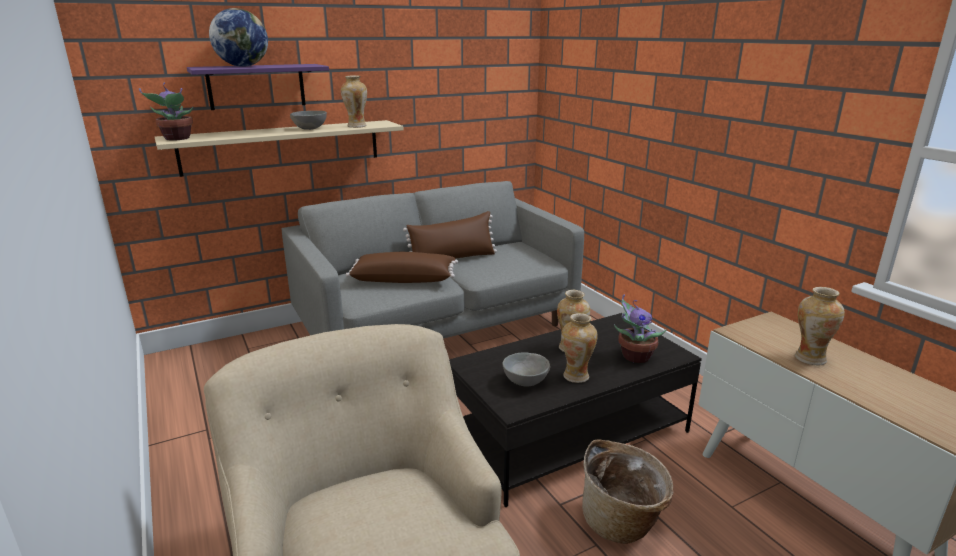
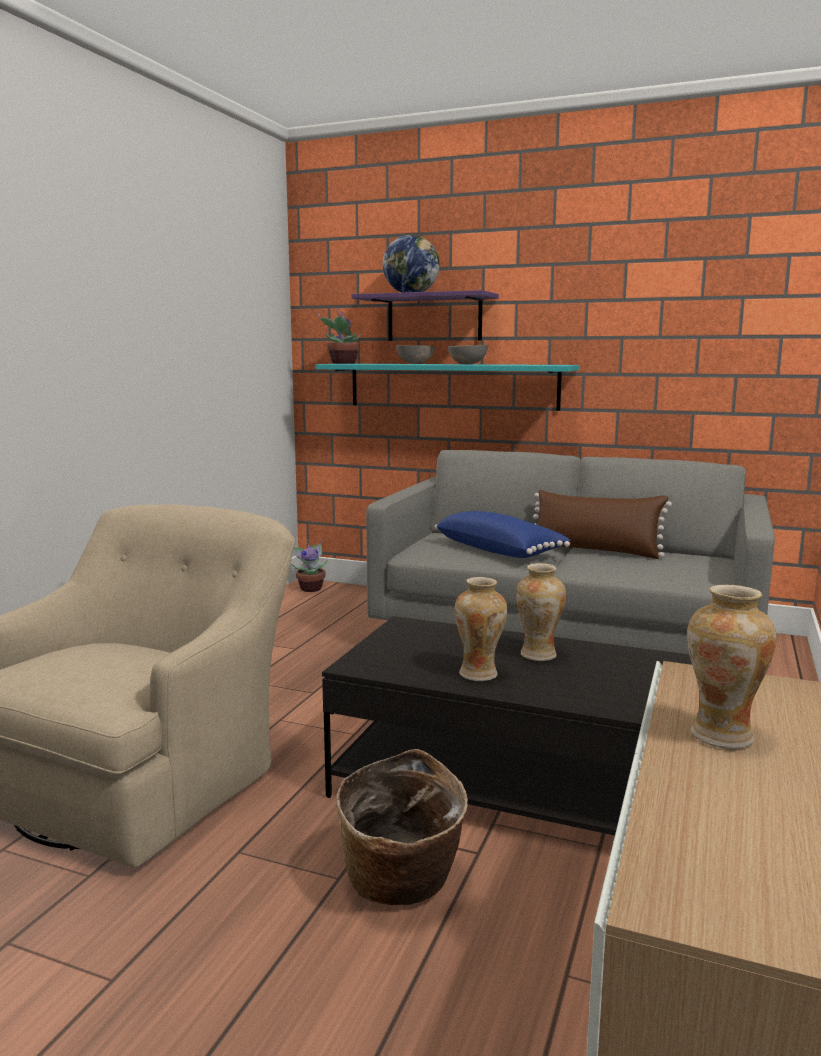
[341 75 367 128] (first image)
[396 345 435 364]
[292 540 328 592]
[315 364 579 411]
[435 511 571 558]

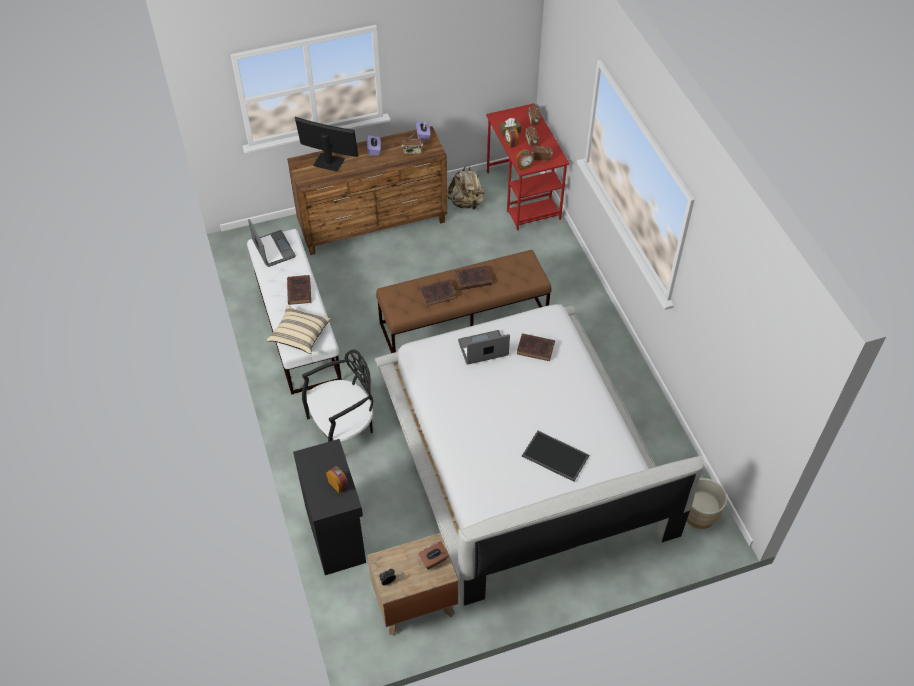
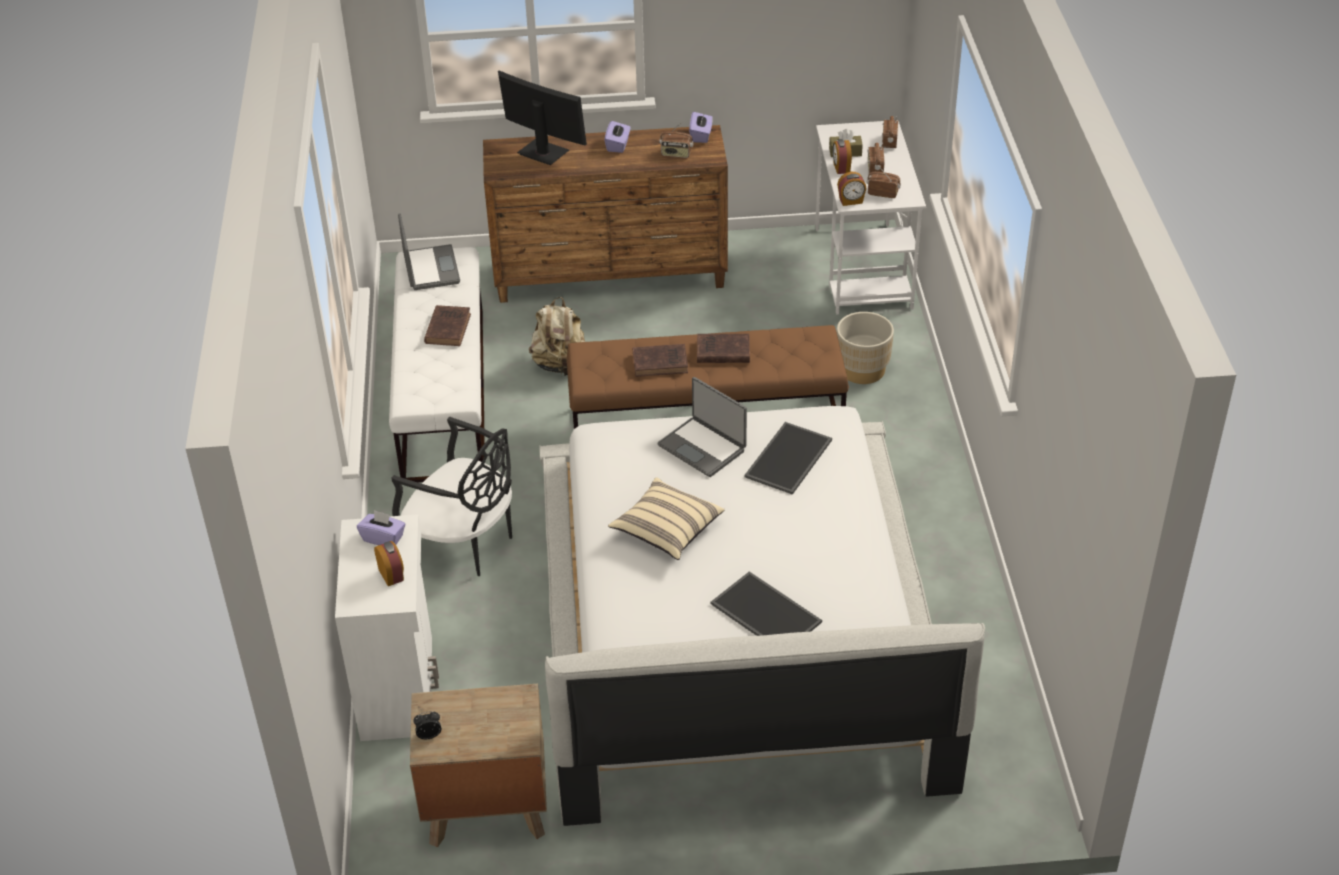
[418 541 449 569] (first image)
[357 510 405 545]
[608 477 725 560]
[529 297 585 376]
[837 312 894 384]
[744 422 832 495]
[335 515 439 741]
[815 121 926 315]
[391 417 512 576]
[658 377 747 477]

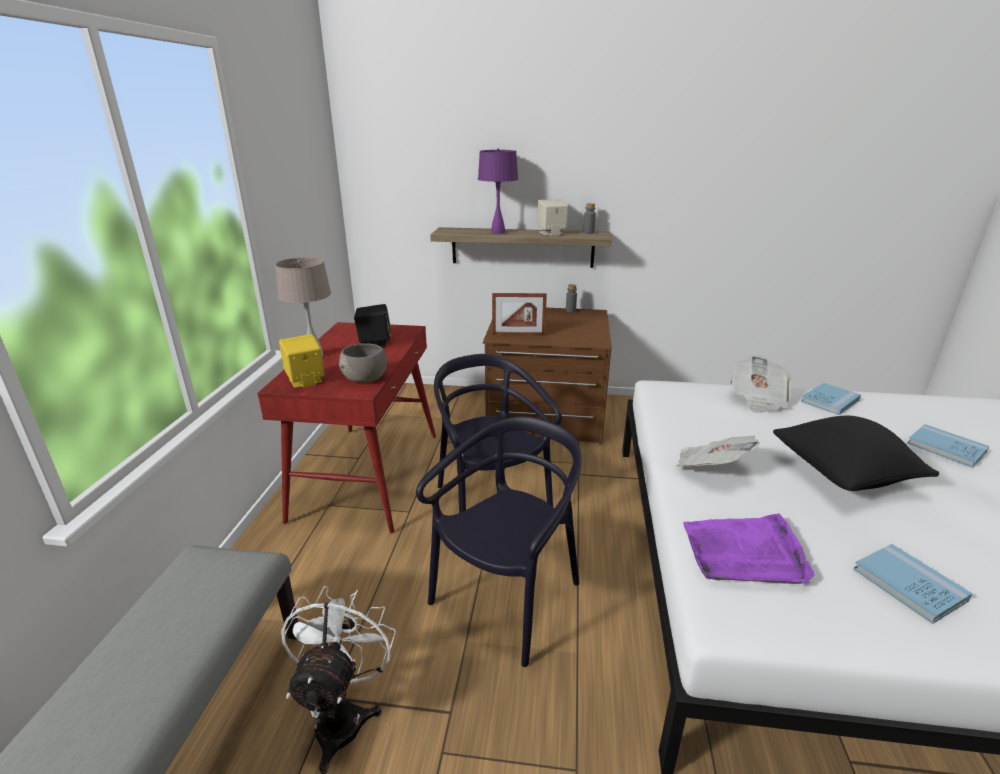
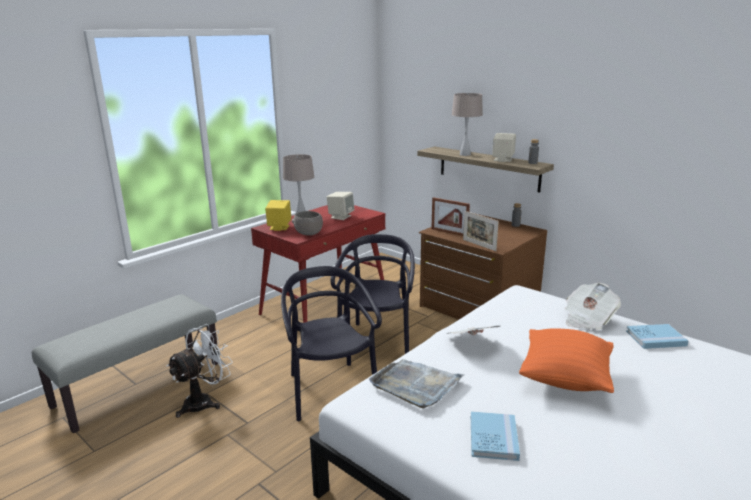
[907 424 989 468] (first image)
[463 211 499 251]
[327 192 354 220]
[452 93 483 156]
[369 359 465 409]
[519 328 614 393]
[281 266 382 421]

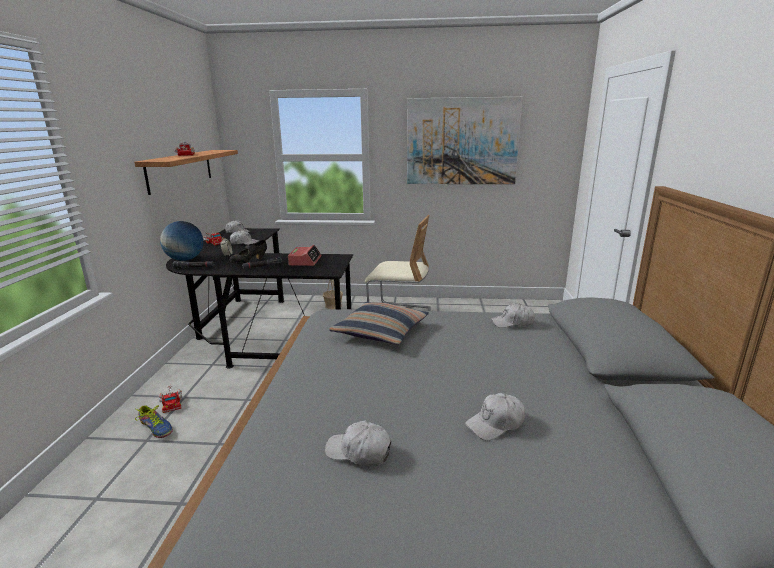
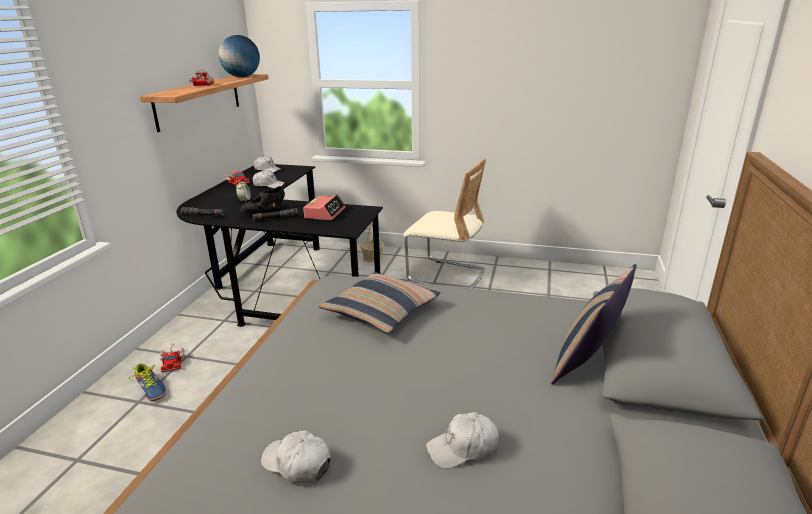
[407 97 523 184] (first image)
[491 303 535 328] (first image)
[551 264 637 385]
[219 35 260 77]

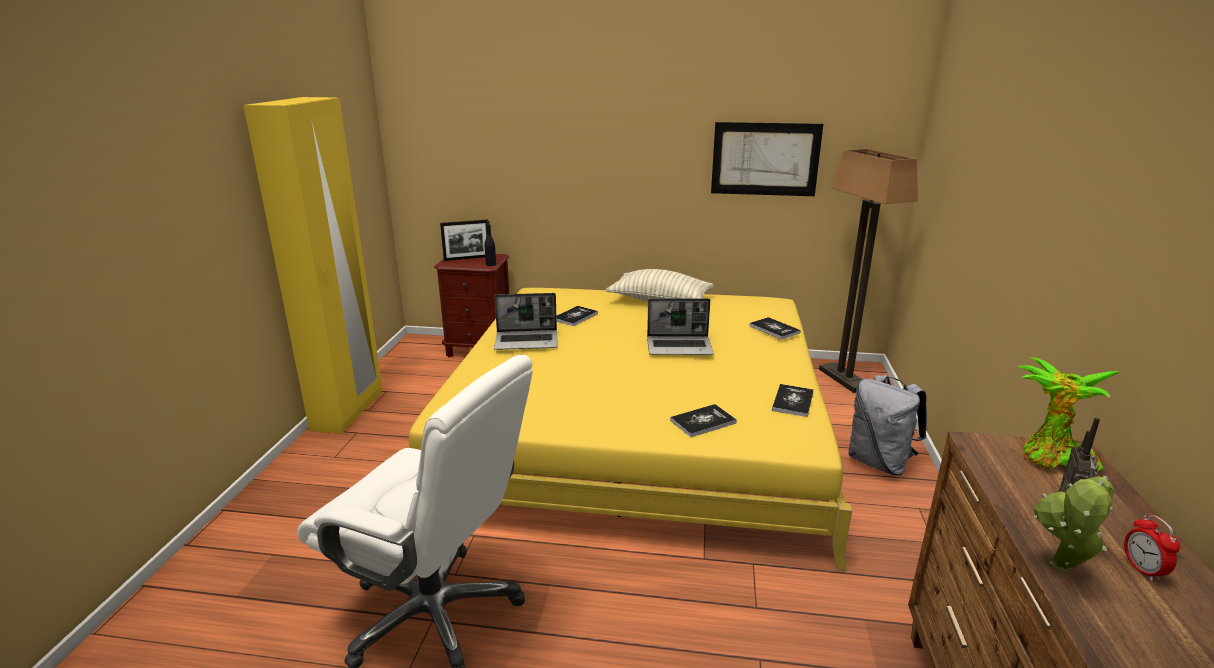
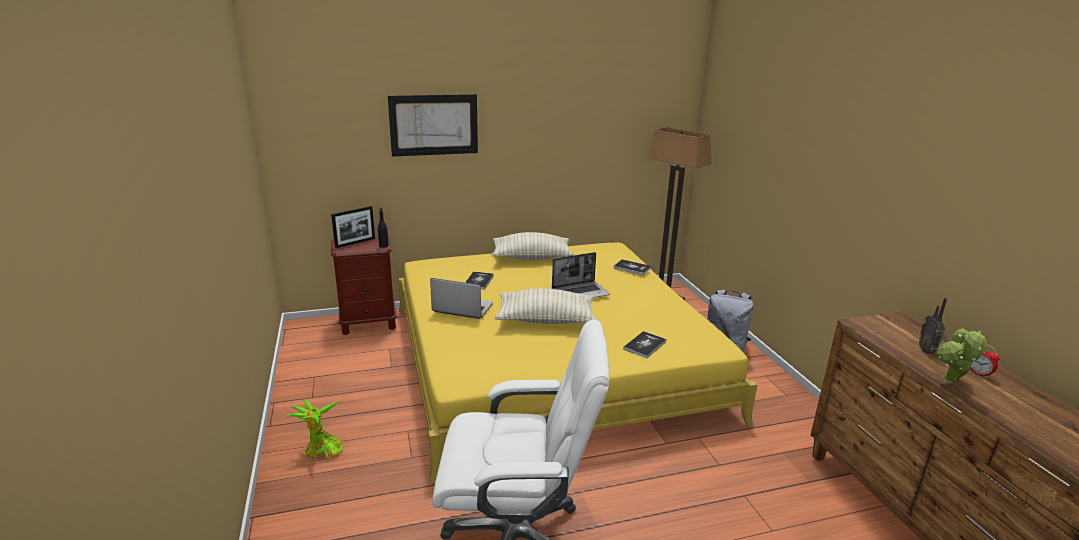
[243 97 382 434] (first image)
[772 384 814 417] (first image)
[495 288 597 324]
[388 94 478 157]
[286 399 343 459]
[430 278 493 319]

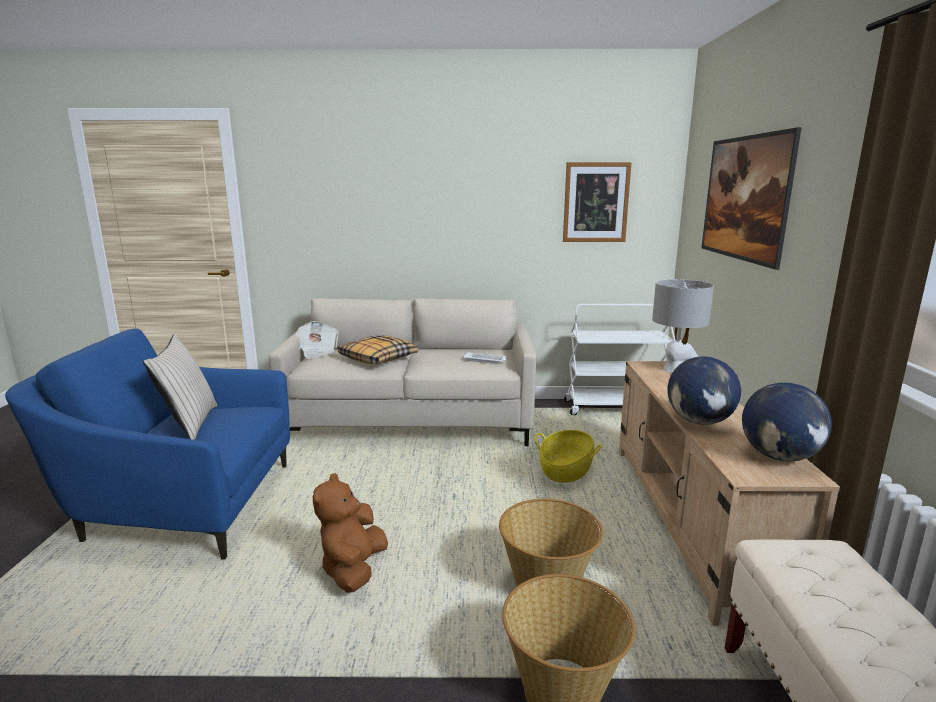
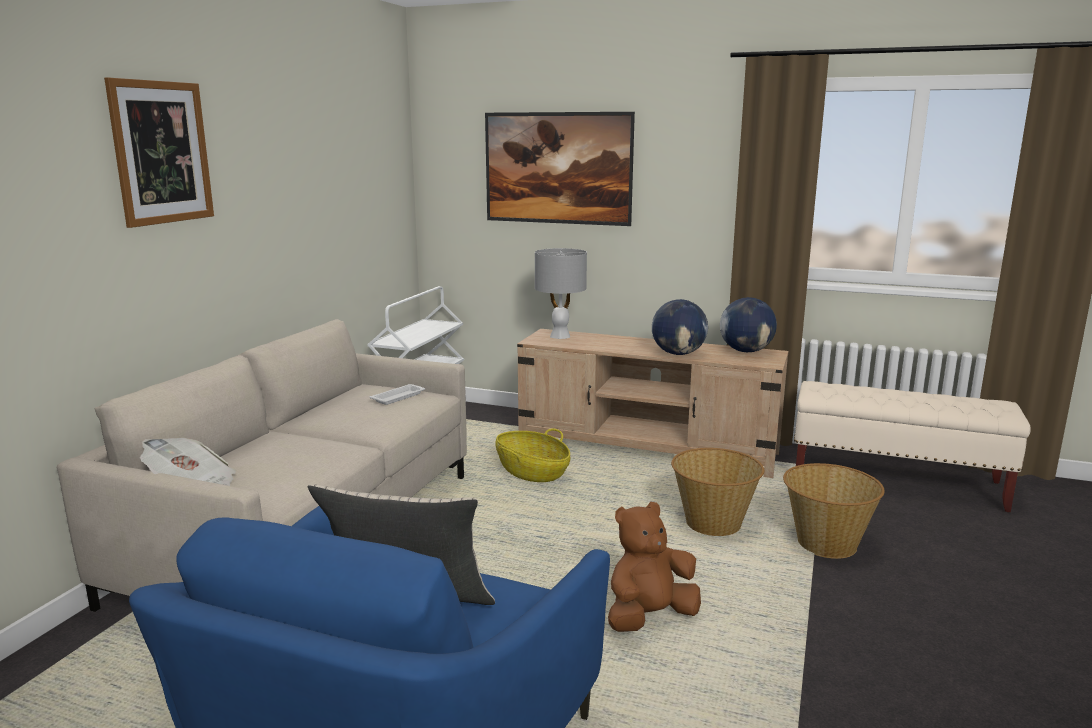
[338 336 418 364] (first image)
[104 77 214 228]
[608 502 701 632]

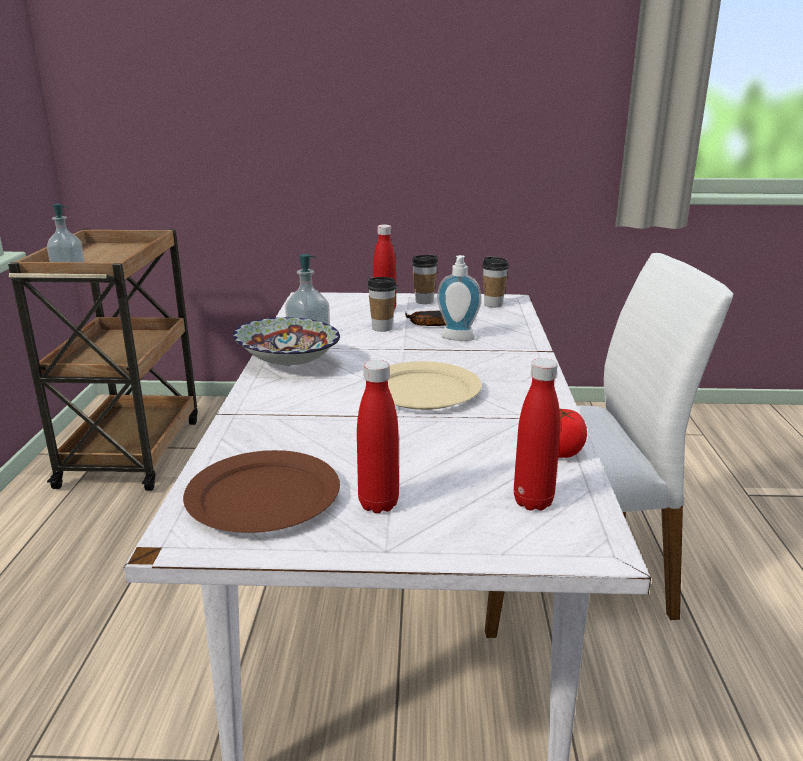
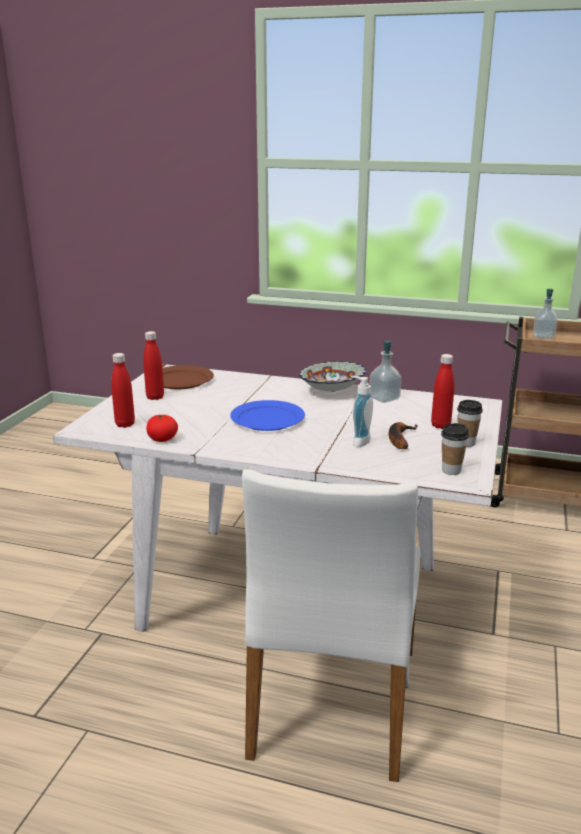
[367 277 397 332] (first image)
[230 400 305 431]

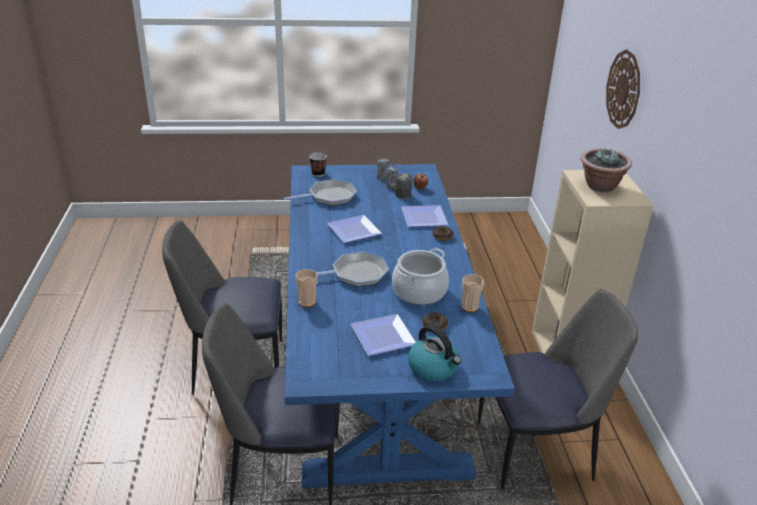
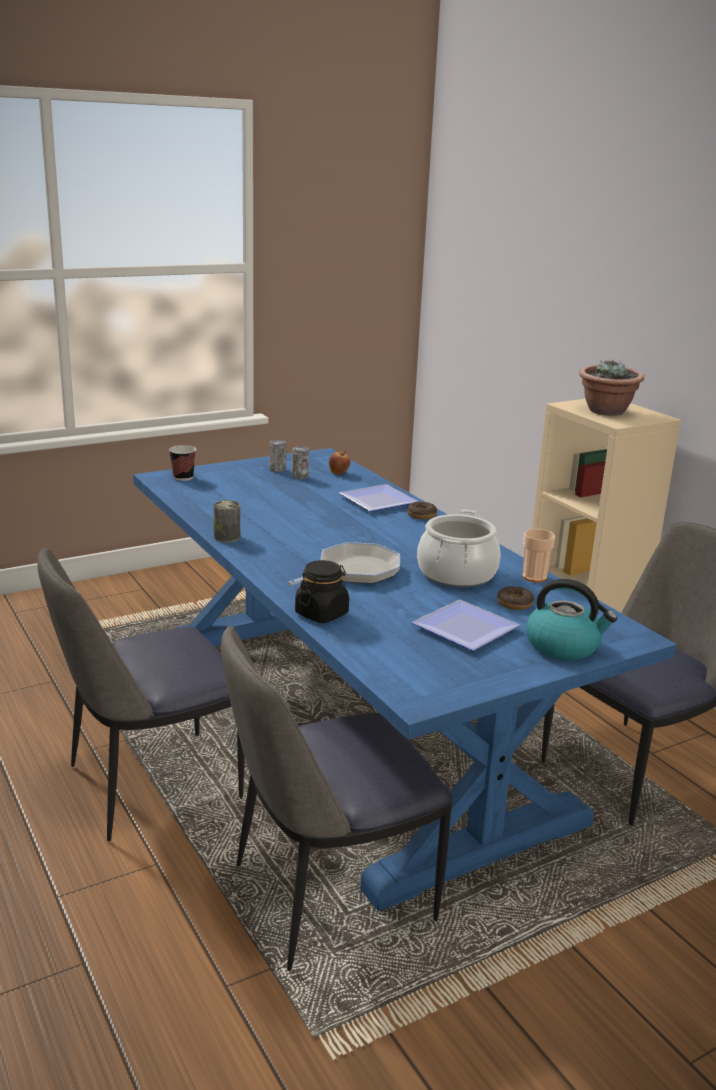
[284 179 357 206] (first image)
[327 215 382 243] (first image)
[606 49 640 129] (first image)
[213 500 240 543]
[295 560 349 623]

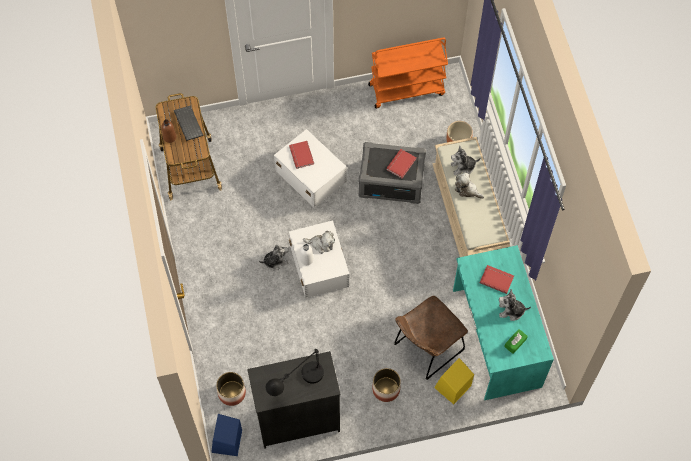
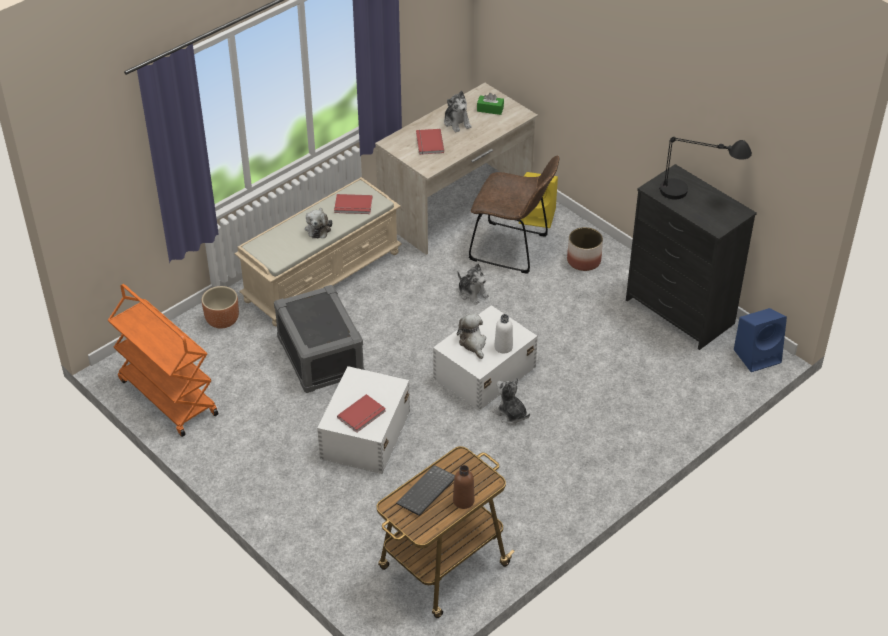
[216 372 246 406] (first image)
[334 194 372 214]
[458 263 489 305]
[375 83 538 255]

